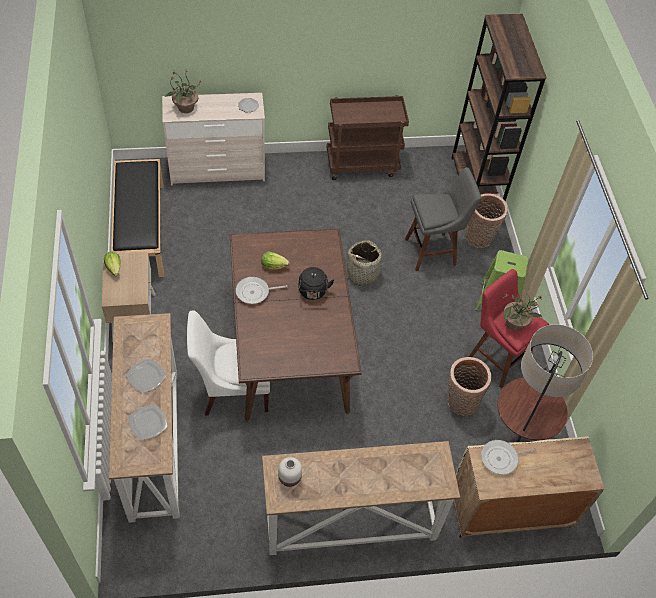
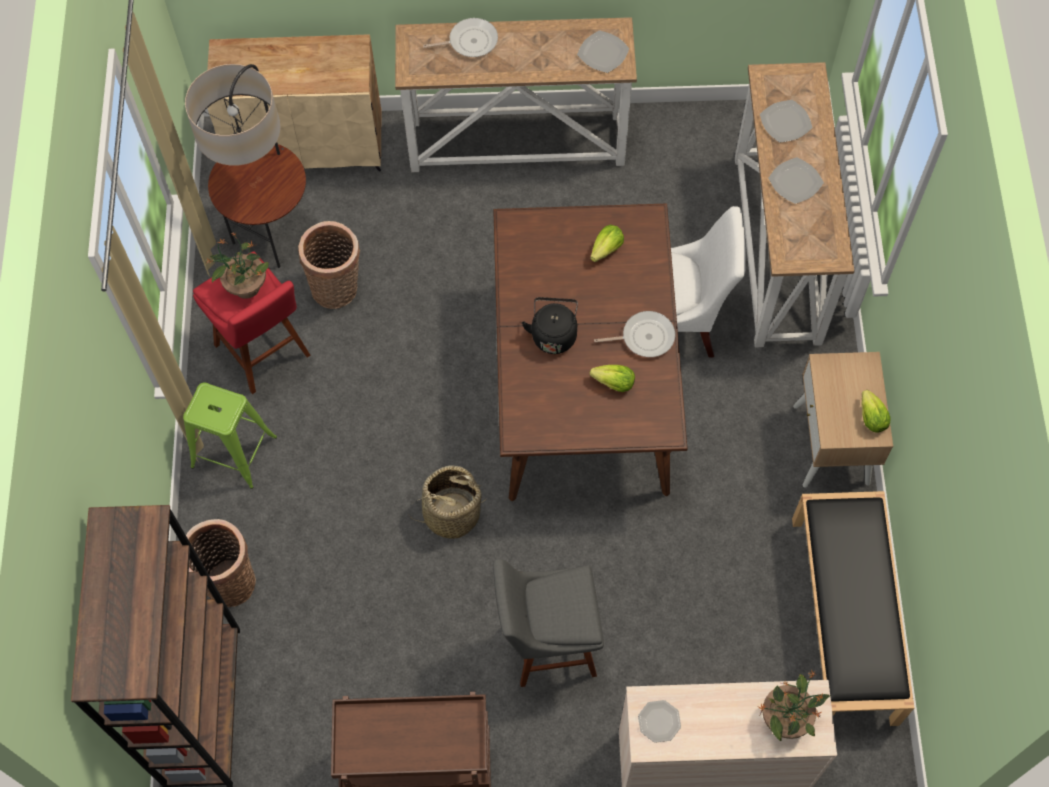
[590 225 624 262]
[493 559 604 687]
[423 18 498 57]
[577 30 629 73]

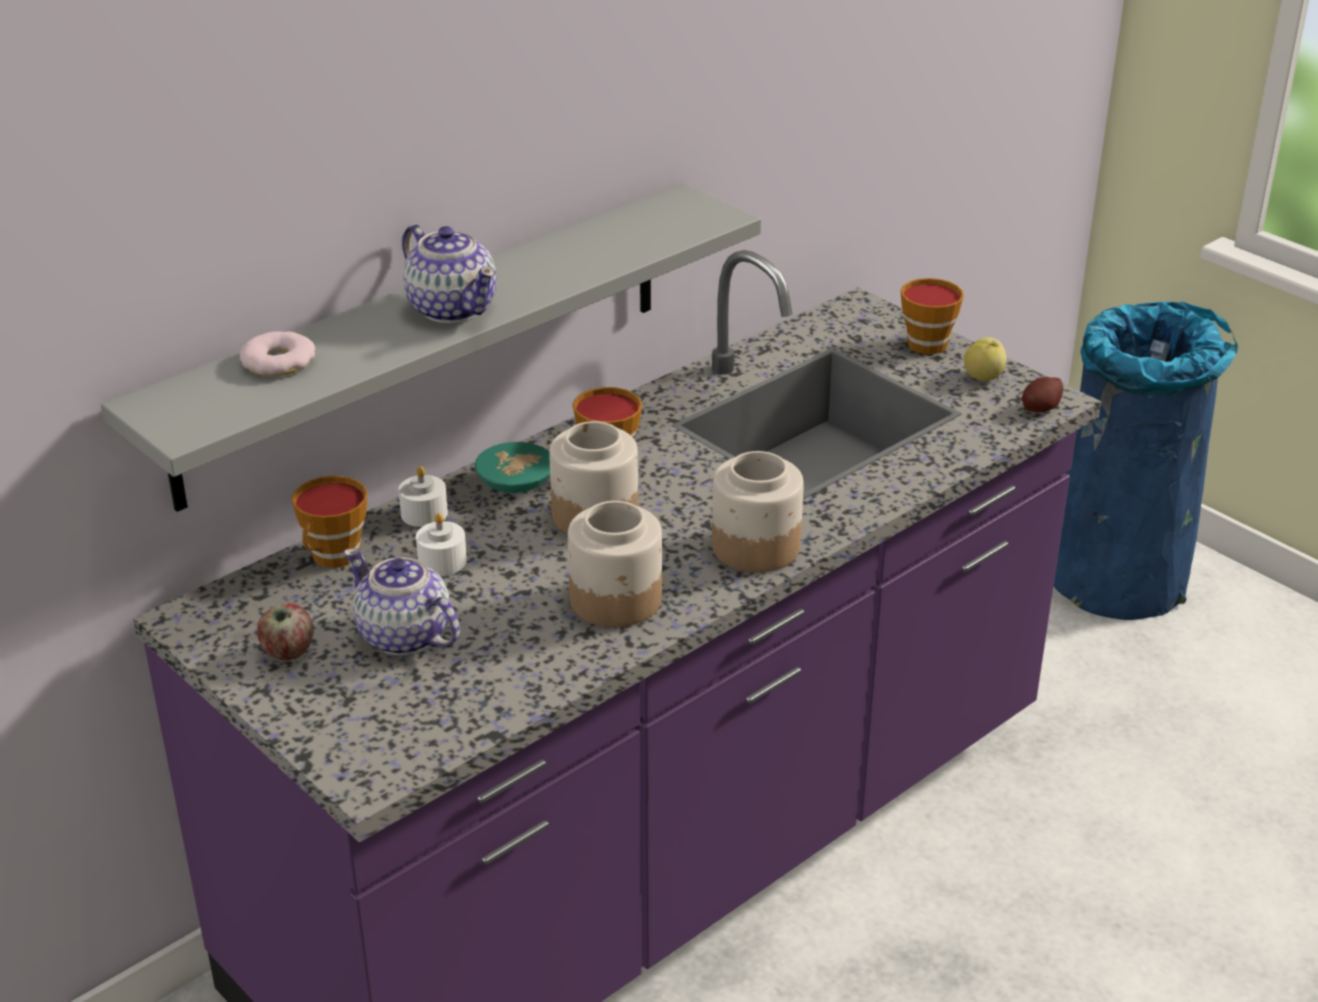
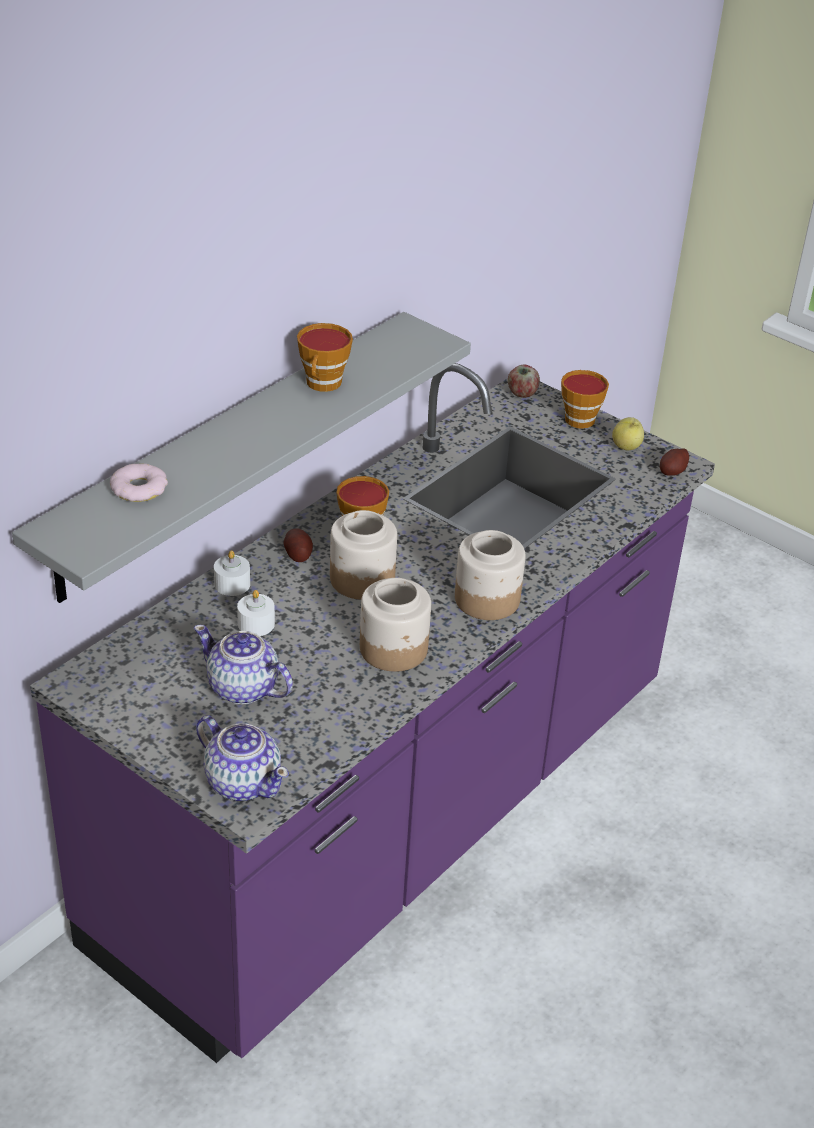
[1054 302 1238 620] (first image)
[508 365 540 398]
[297 323 353 392]
[196 715 289 801]
[283 528 313 562]

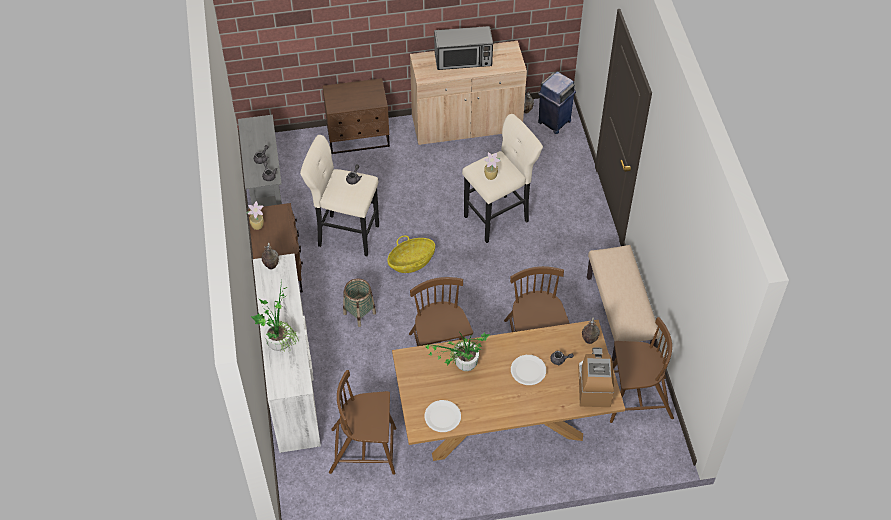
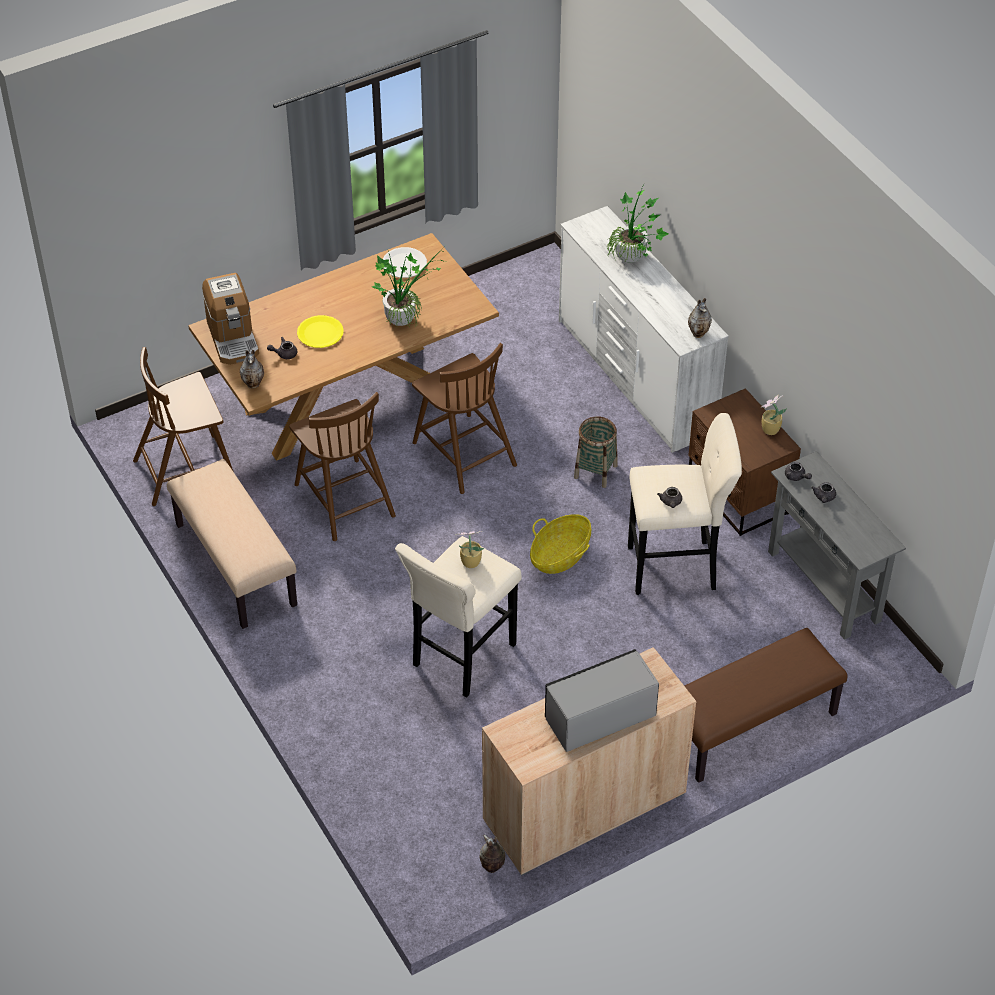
[329 370 397 475] (first image)
[538 72 576 134] (first image)
[685 628 847 783]
[297 315 344 348]

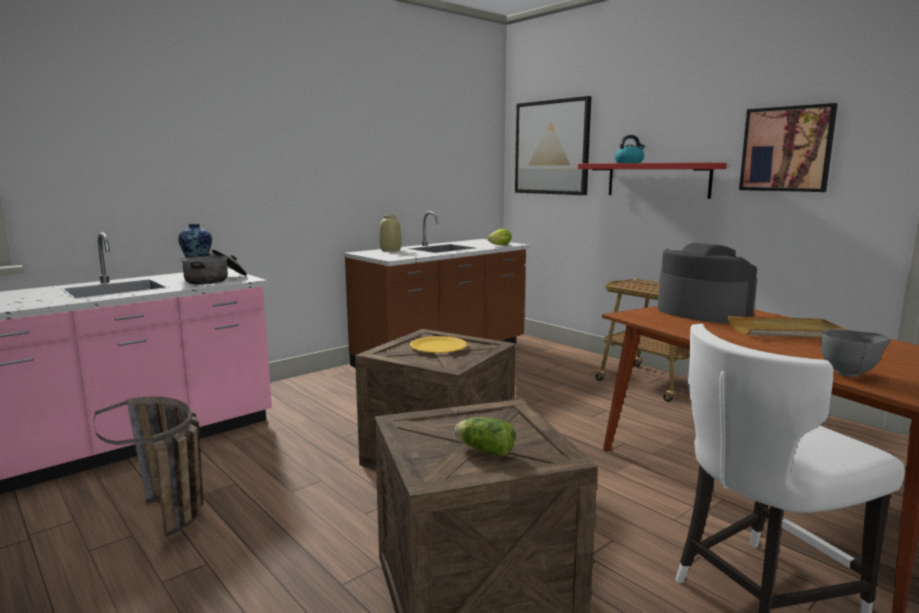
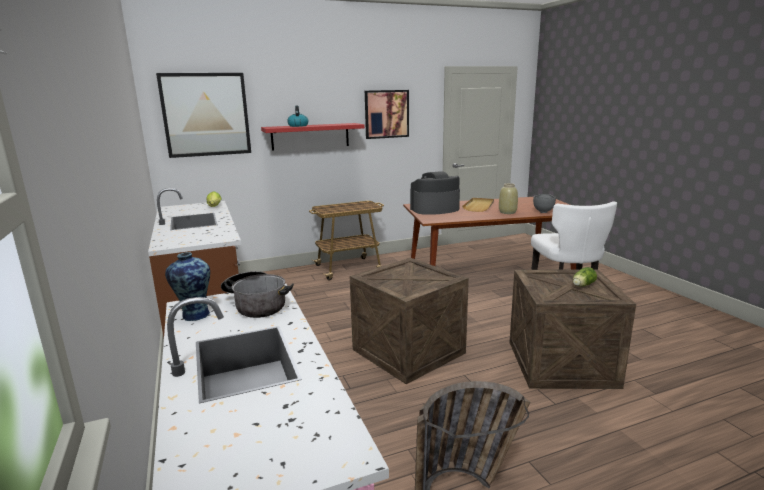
[410 336 467 353] (first image)
[499 183 518 214]

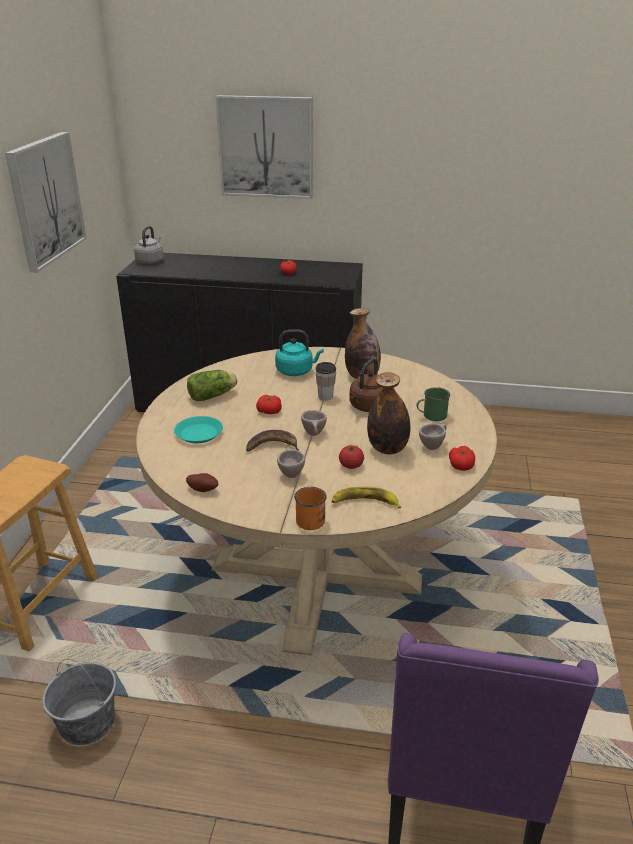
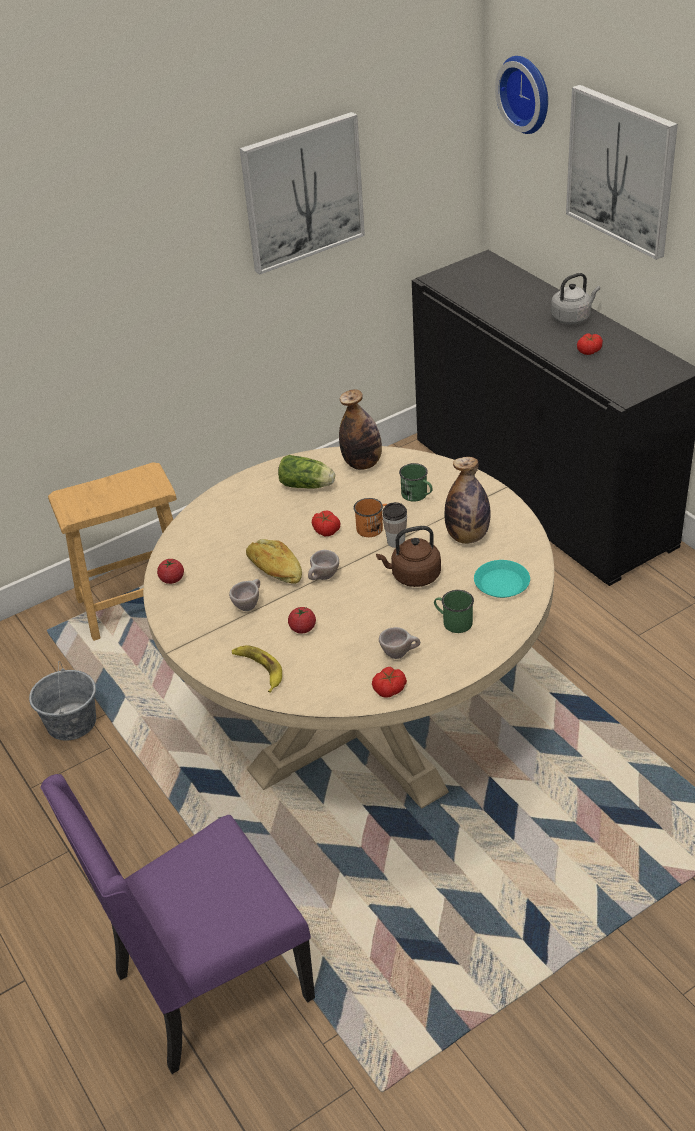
[495 56 548 134]
[551 273 600 324]
[474 560 530 598]
[354 498 387 537]
[339 389 382 470]
[157 559 184 584]
[246 539 302 584]
[399 463 433 502]

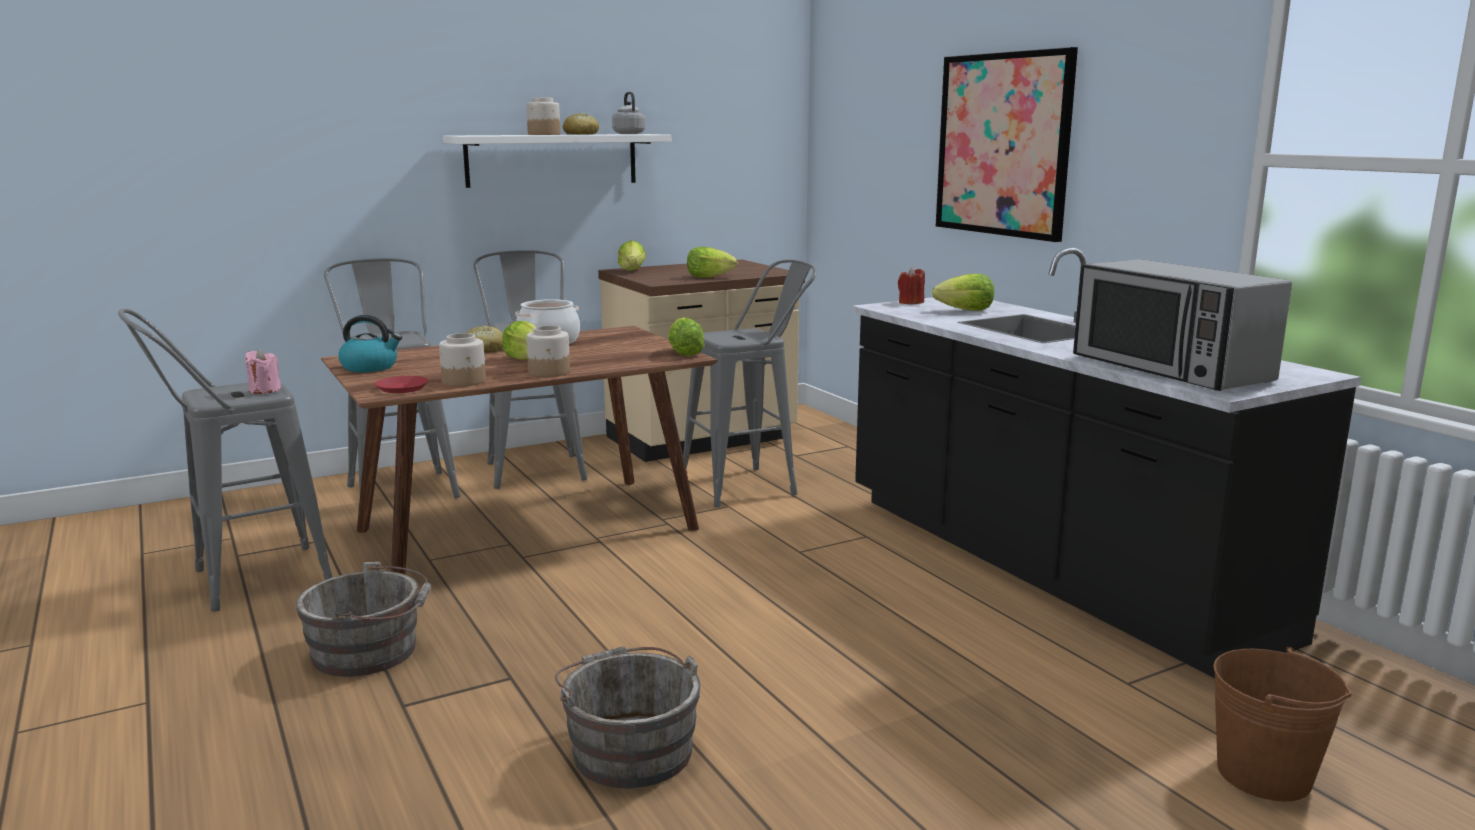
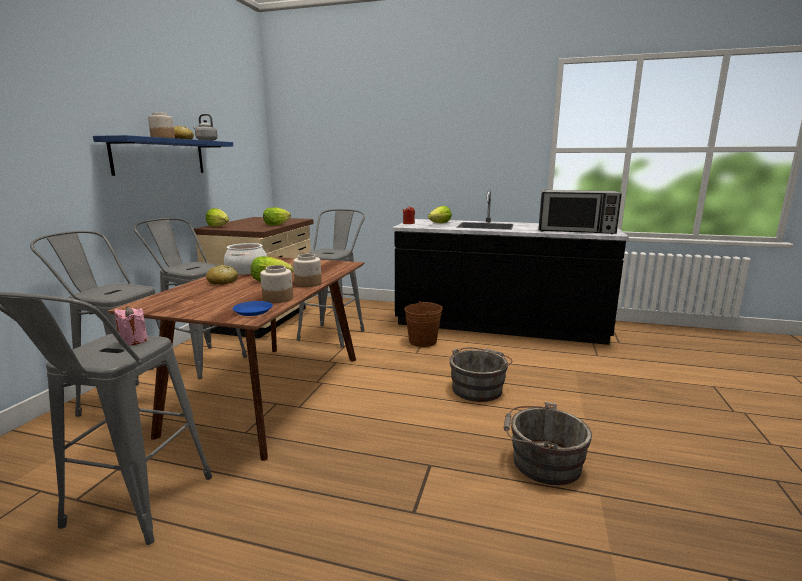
[338 315 402 372] (first image)
[668 317 705 356] (first image)
[936 47 1078 242] (first image)
[449 347 513 402]
[404 301 443 347]
[233 301 273 316]
[93 135 233 176]

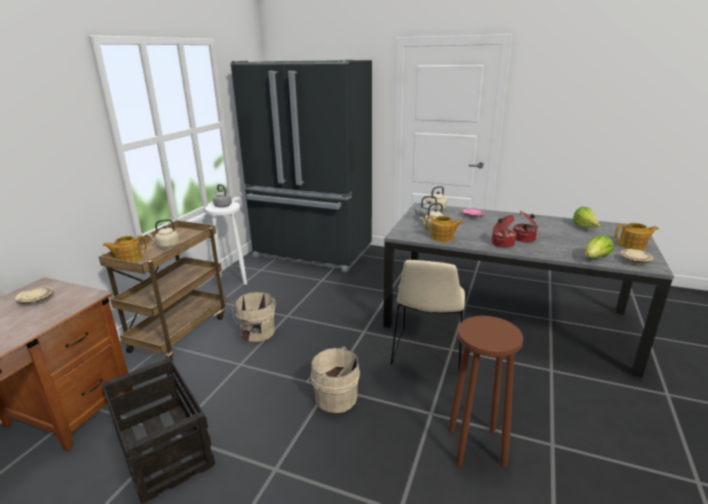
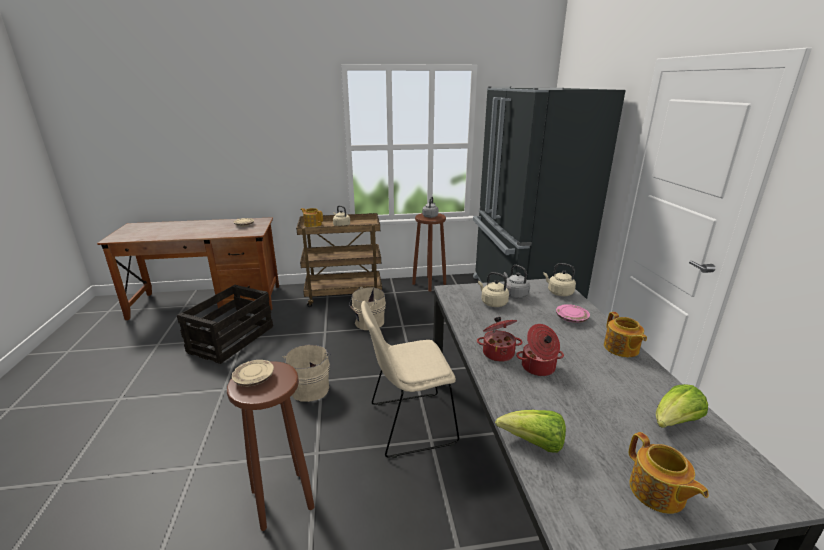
[604 312 647 357]
[232 360 274 386]
[412 213 446 292]

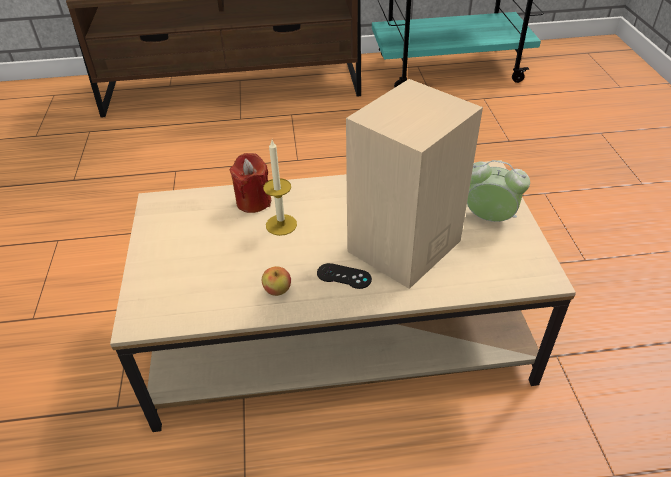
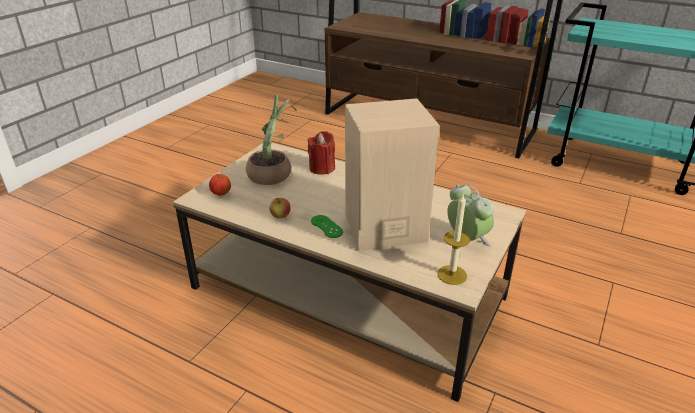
[209 174 231 196]
[246 94 298 185]
[438 194 470 285]
[311 215 343 238]

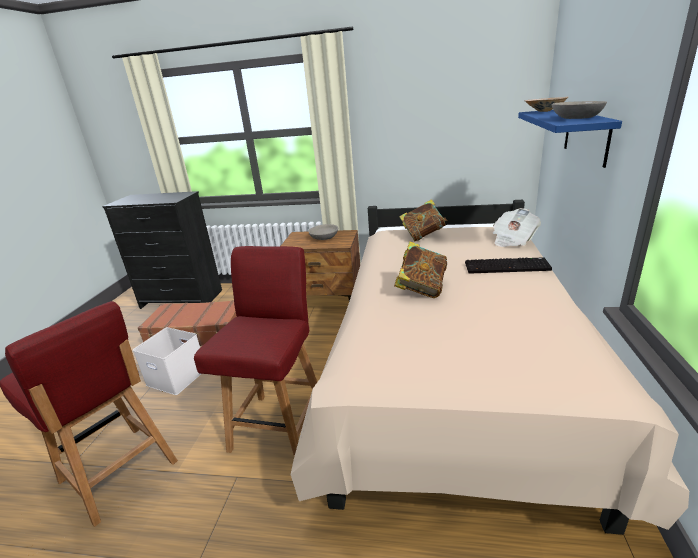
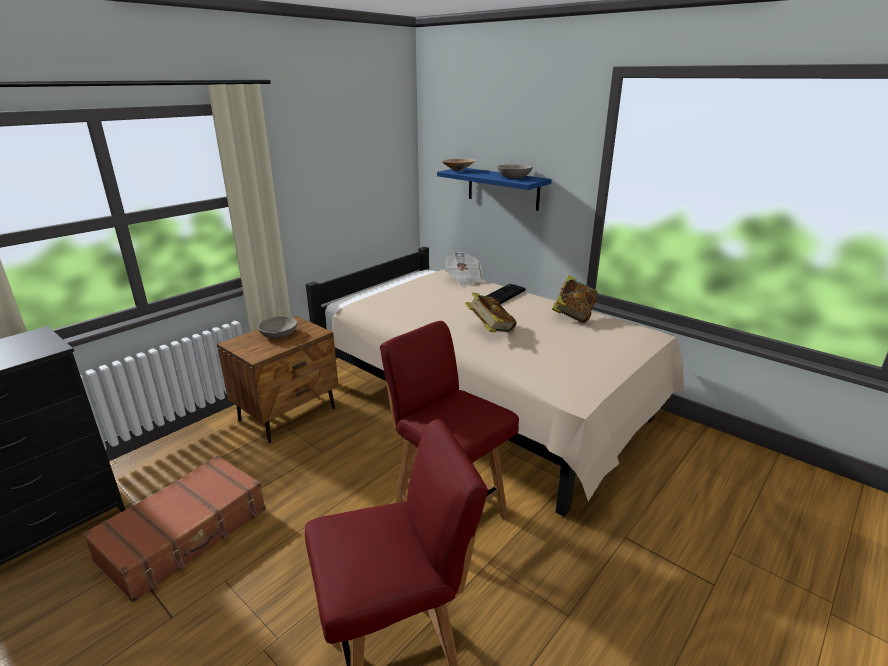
[133 327 201 395] (first image)
[552 275 598 323]

